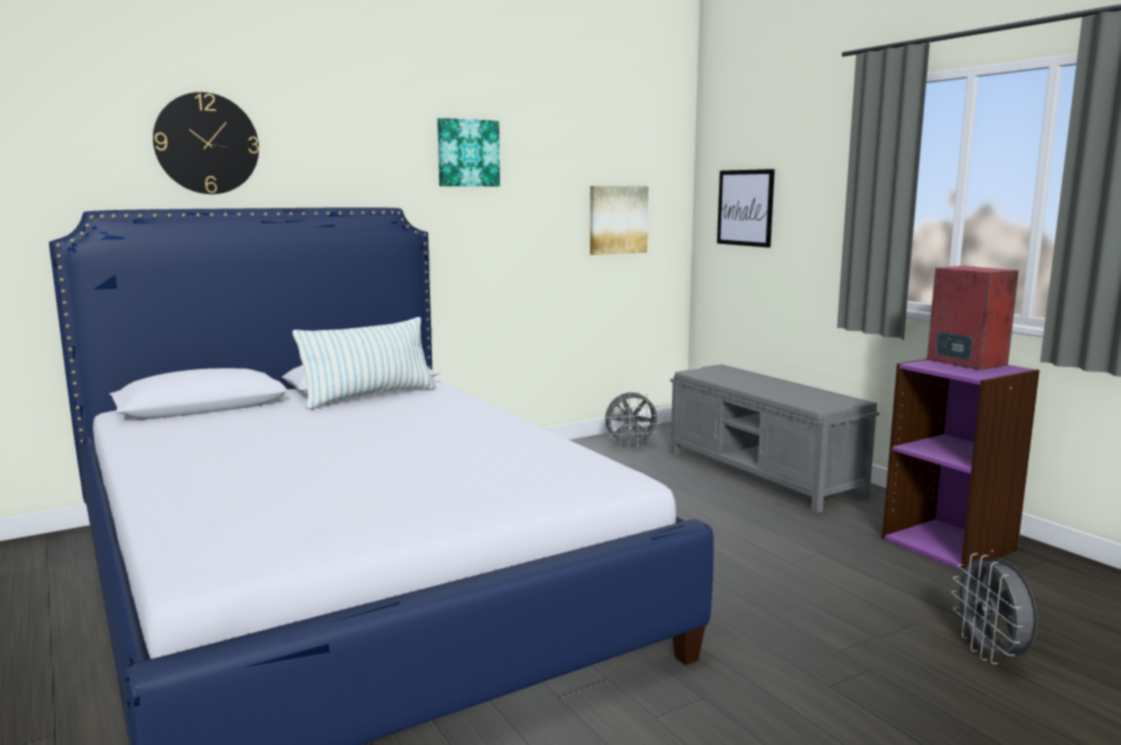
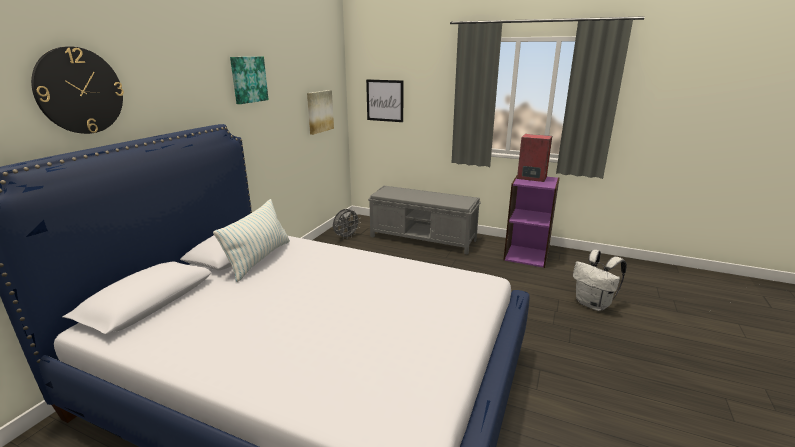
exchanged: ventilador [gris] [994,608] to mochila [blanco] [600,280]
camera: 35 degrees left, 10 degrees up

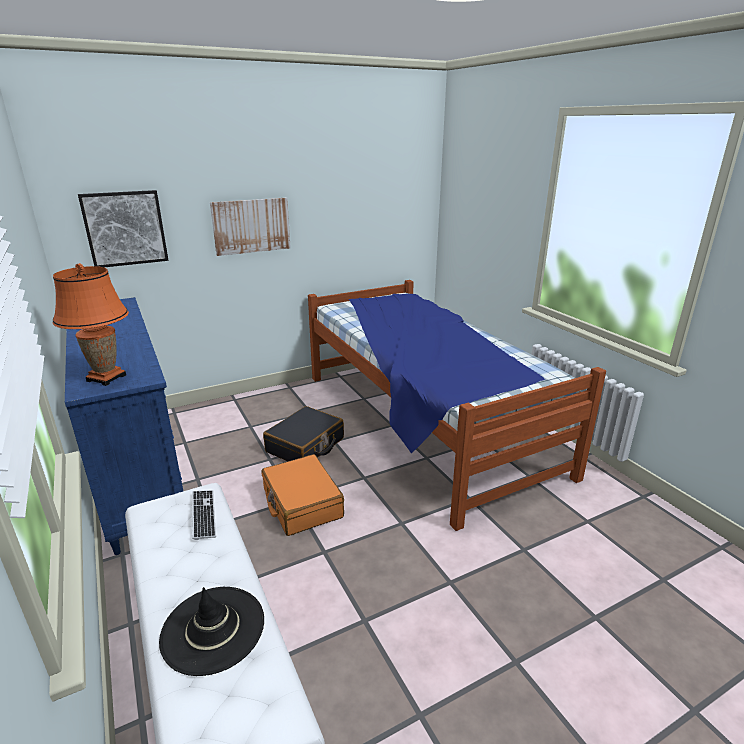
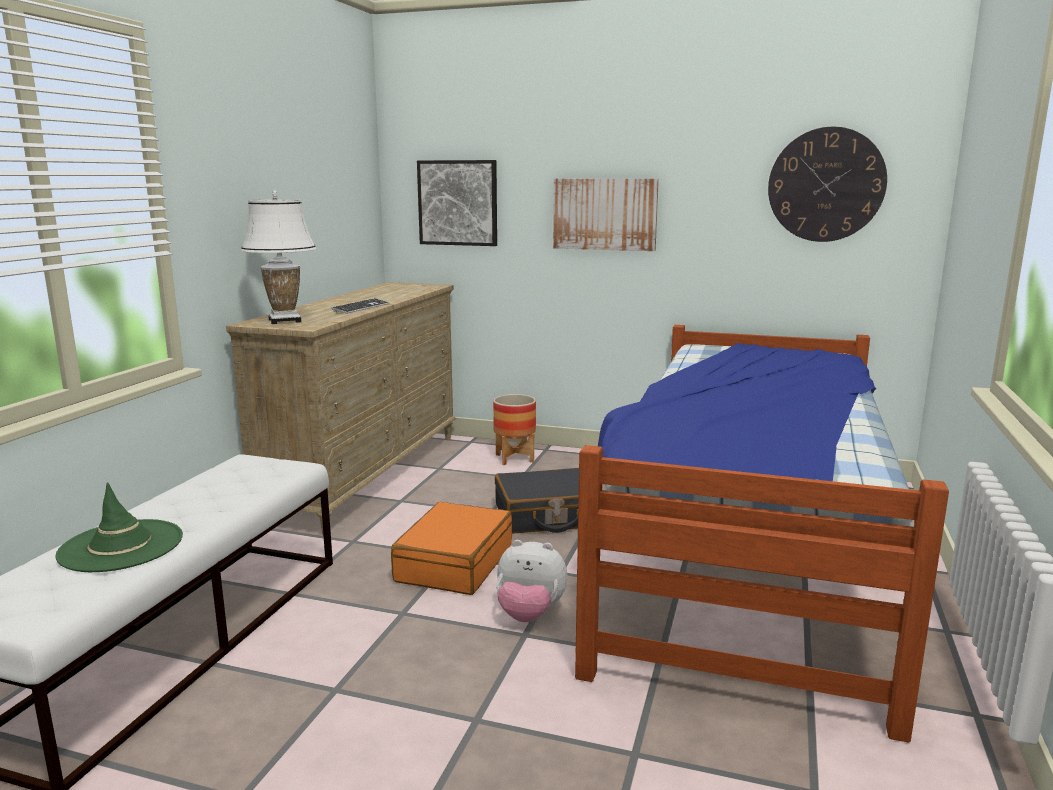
appeared: reloj de pared [827,184]; maceta [514,429]; peluche [531,581]
relocated: teclado [204,515] to [360,306]
colour: lámpara de mesa [naranja] [90,324] to lámpara de mesa [blanco] [278,257]; cómoda [azul] [124,426] to cómoda [beis] [341,408]; sombrero [negro] [211,631] to sombrero [verde] [119,527]
camera: 45 degrees right, 10 degrees down

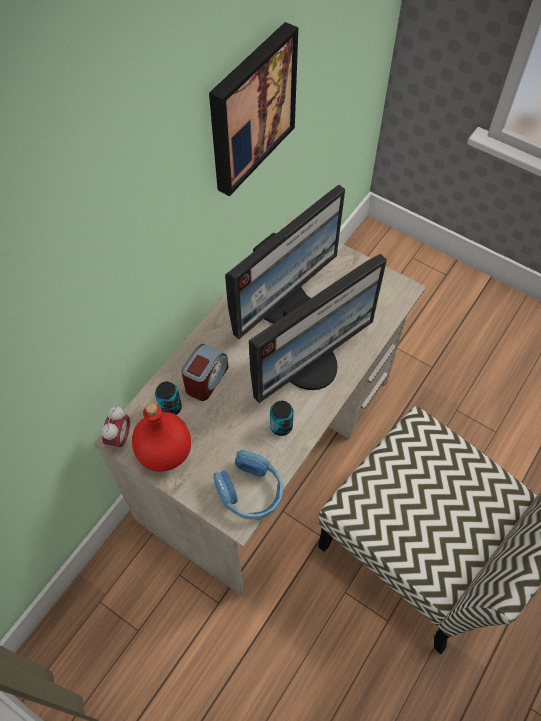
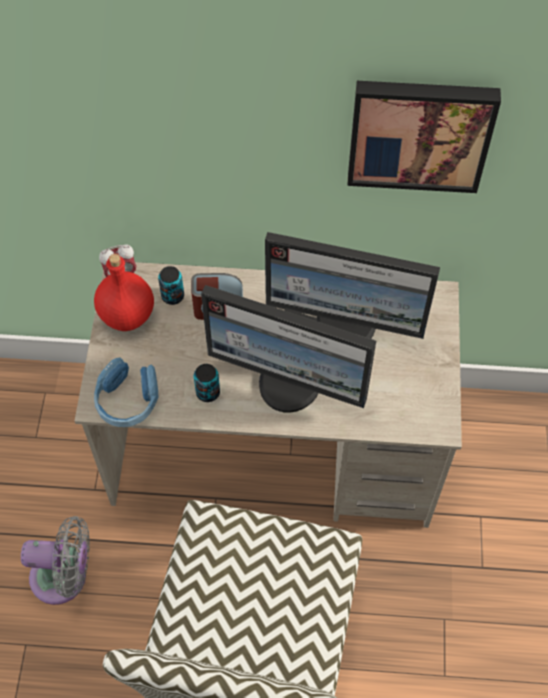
appeared: ventilador [gris] [55,560]
camera: 60 degrees right, 0 degrees up

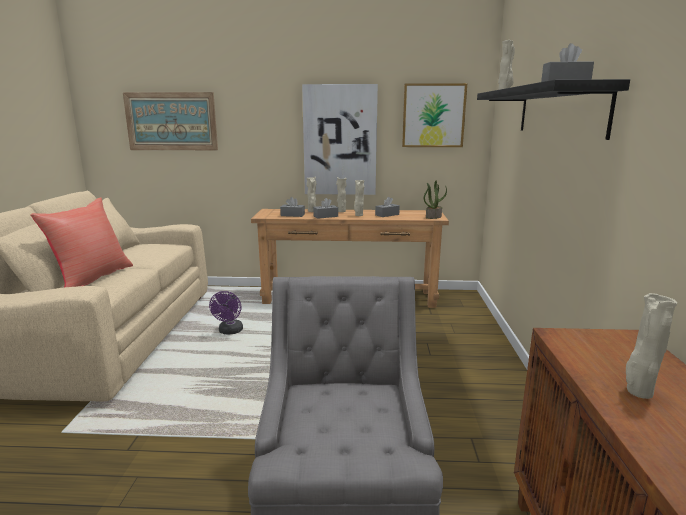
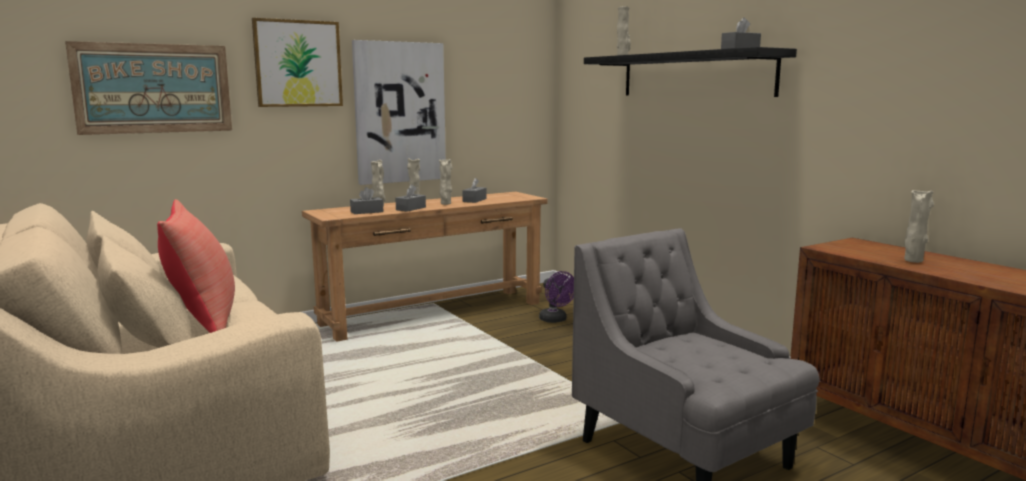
missing: planta en maceta [435,200]
relocated: cuadro [434,115] to [297,62]; ventilador [morado] [226,312] to [556,297]
camera: 35 degrees left, 5 degrees down

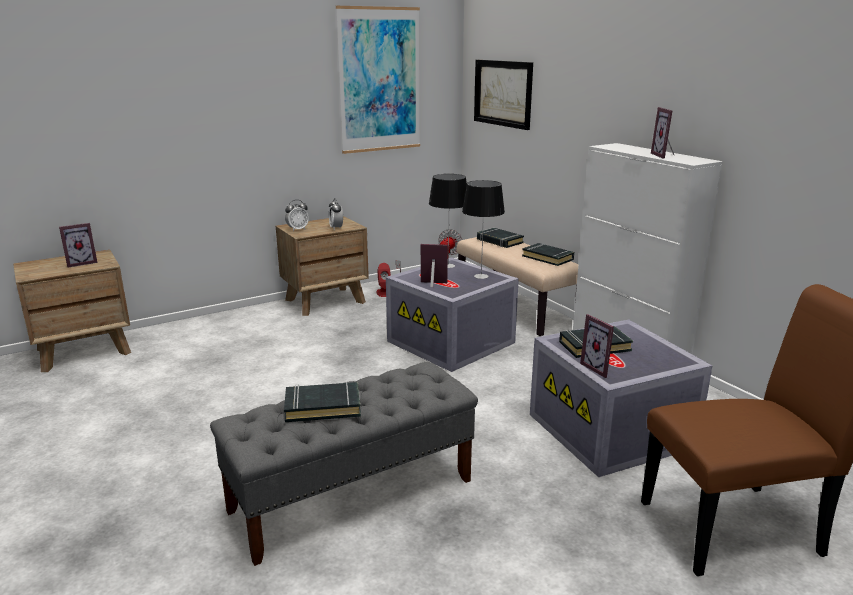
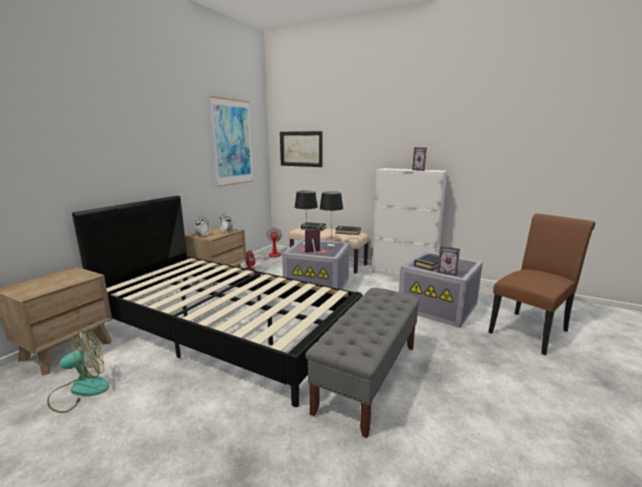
missing: portarretratos [78,245]; libro [negro] [322,401]
appeared: cama [negro] [217,301]; ventilador [78,371]
camera: 30 degrees left, 5 degrees down

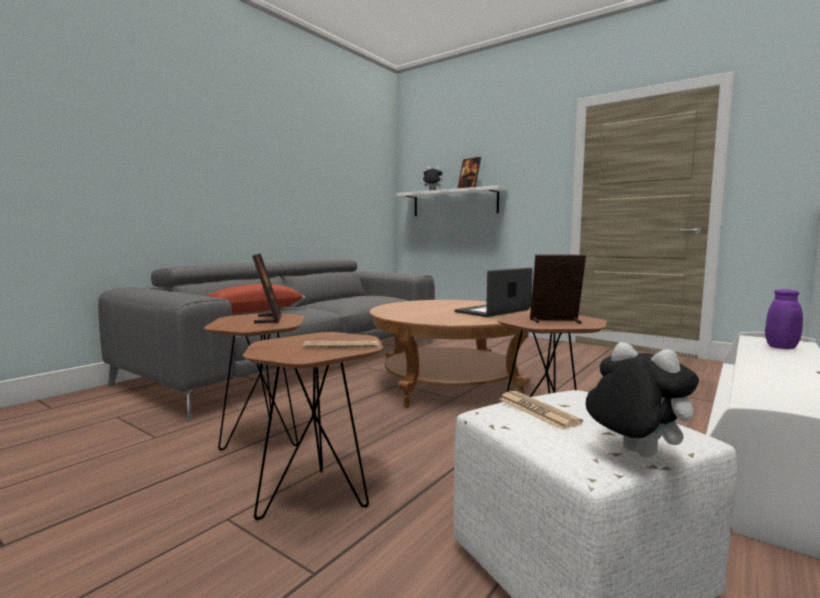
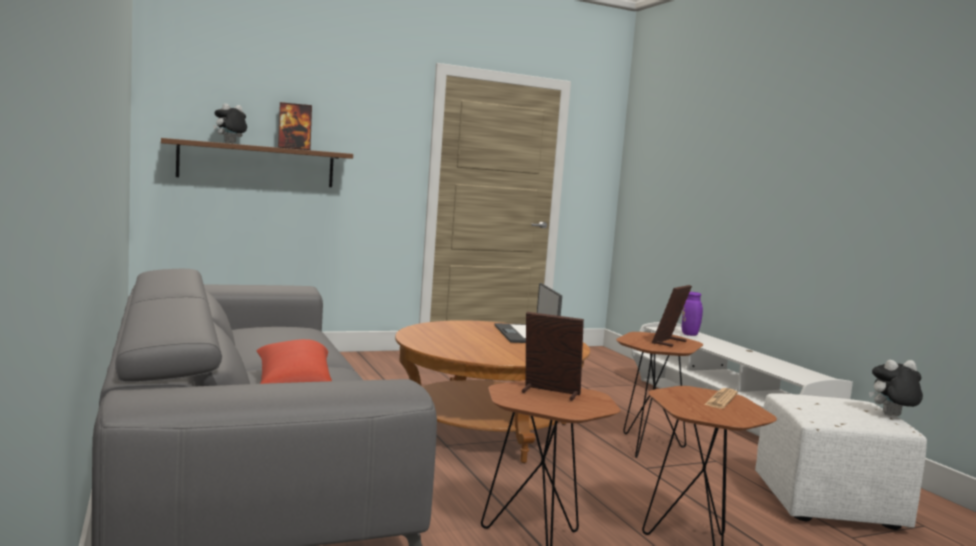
missing: periódico [541,410]
colour: estante [blanco] [452,200] to estante [marrón] [257,162]
camera: 60 degrees left, 0 degrees up

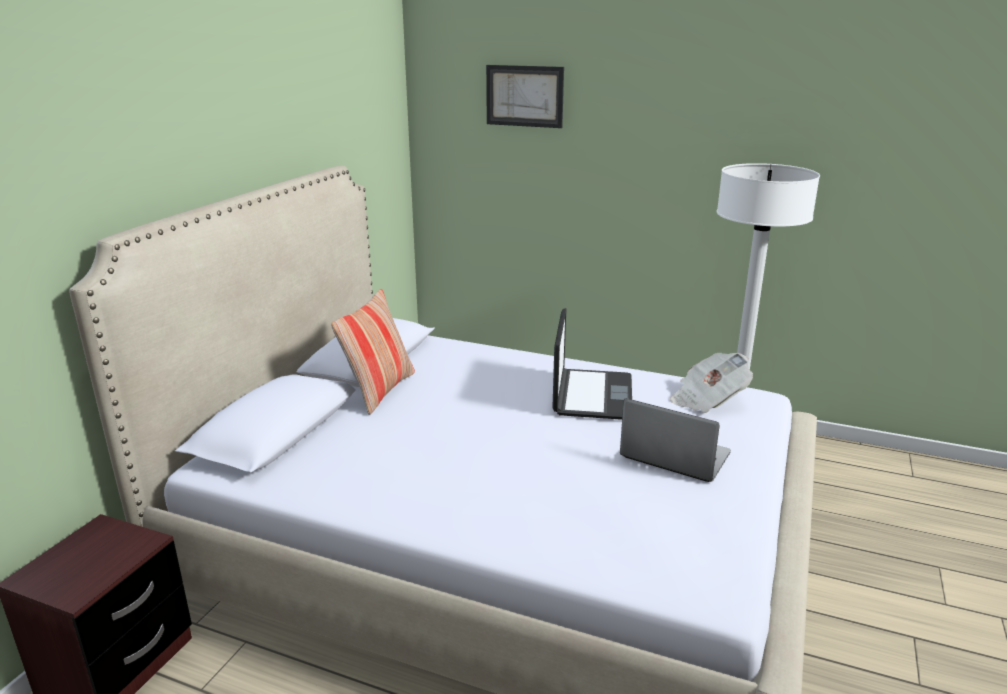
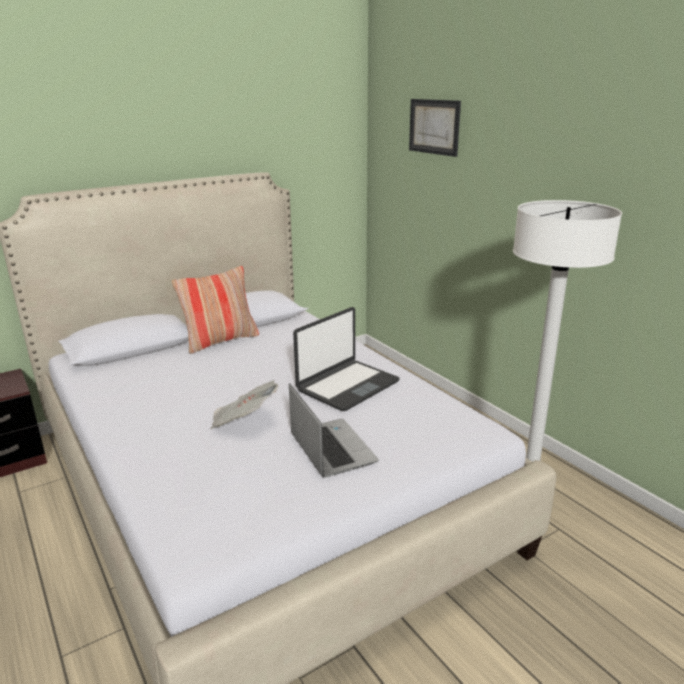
relocated: periódico [711,383] to [244,404]
camera: 35 degrees right, 0 degrees up

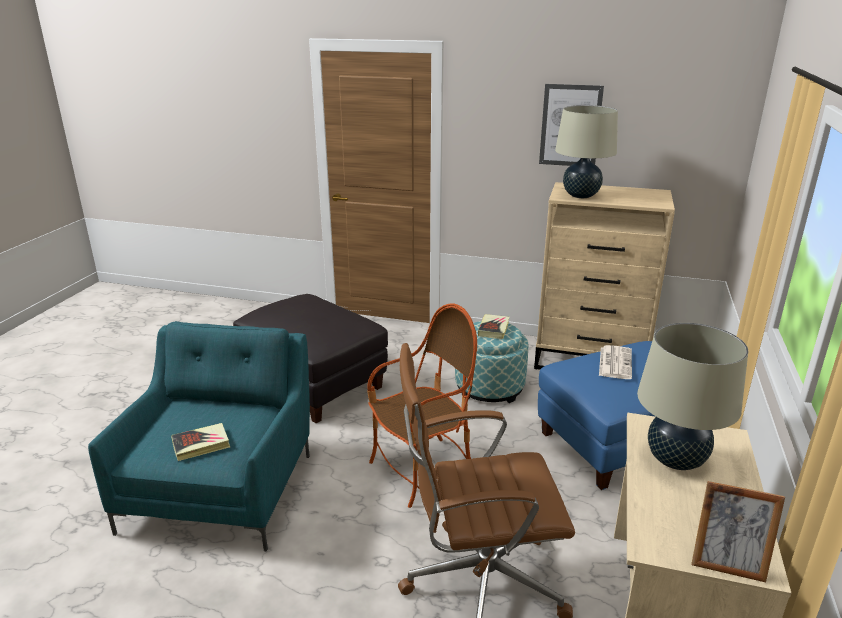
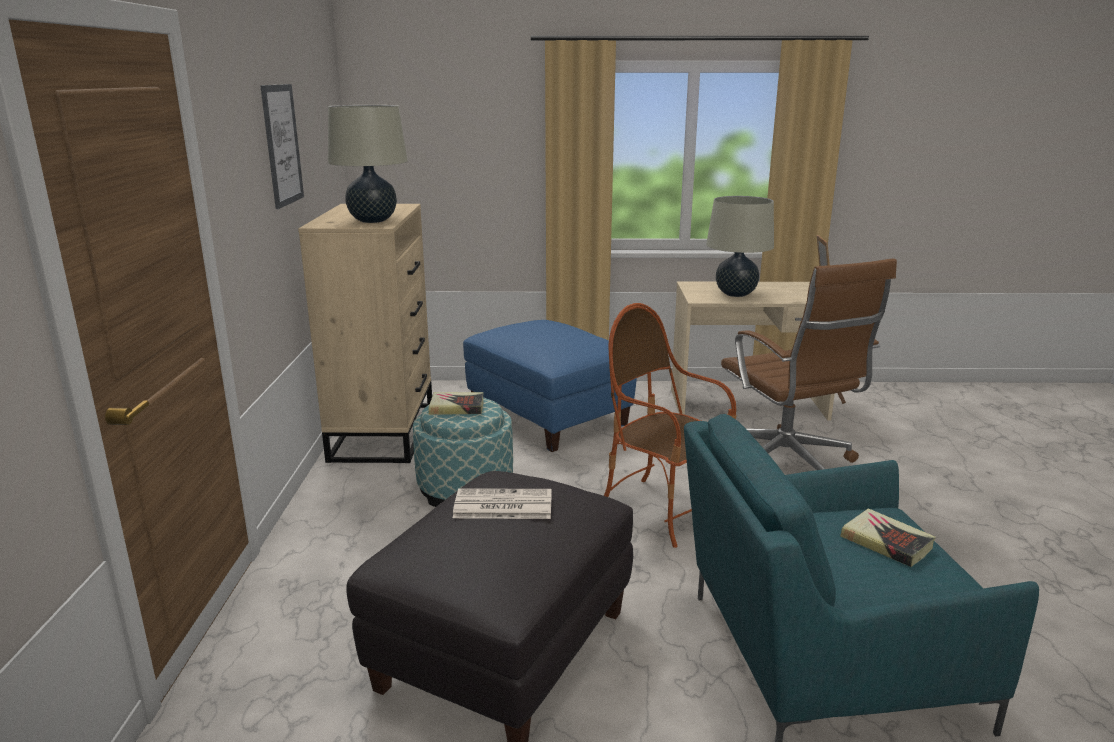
relocated: periódico [615,362] to [502,503]
camera: 105 degrees left, 5 degrees down

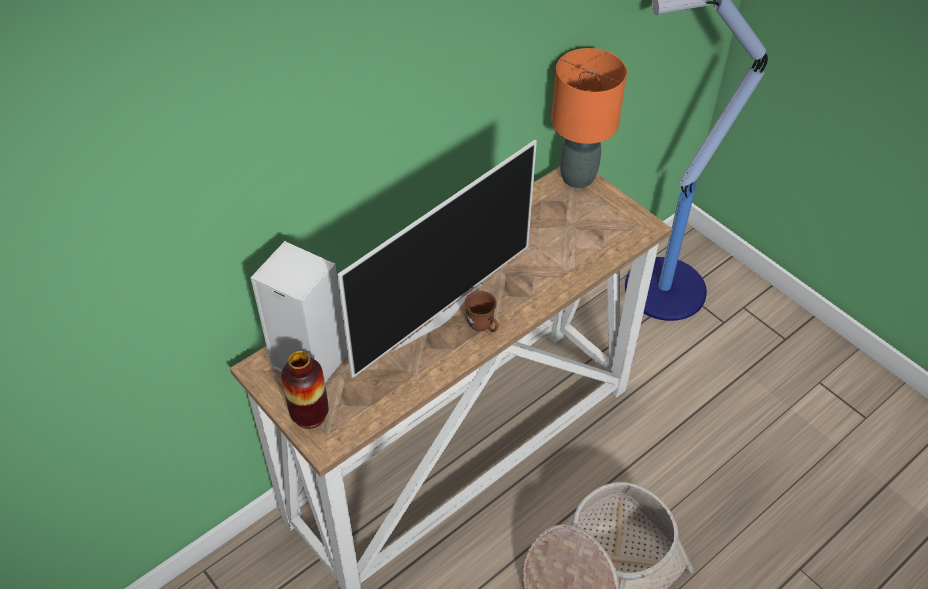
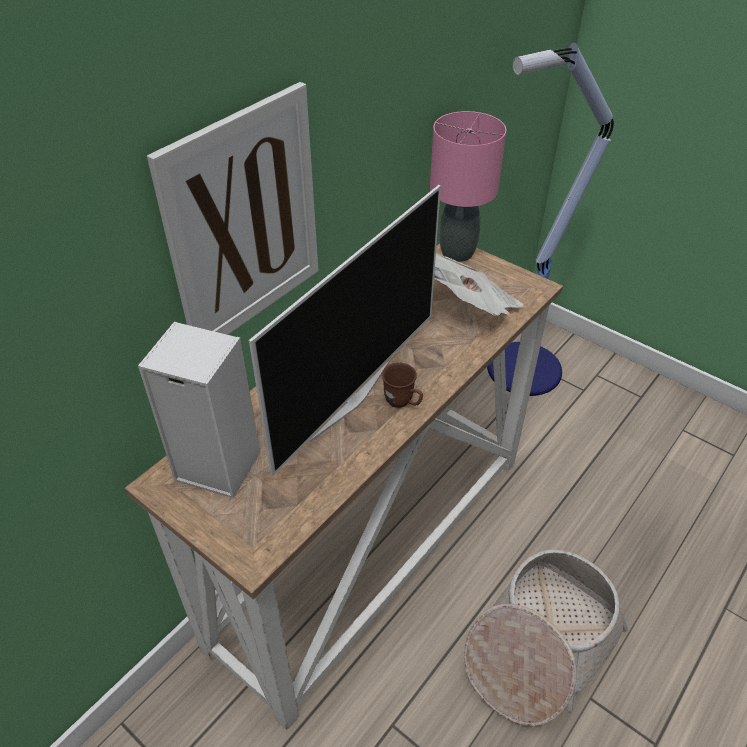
missing: florero [305,390]
appeared: cuadro [232,208]; periódico [479,284]
colour: lámpara de mesa [naranja] [589,118] to lámpara de mesa [rosa] [468,186]
camera: 10 degrees left, 5 degrees down

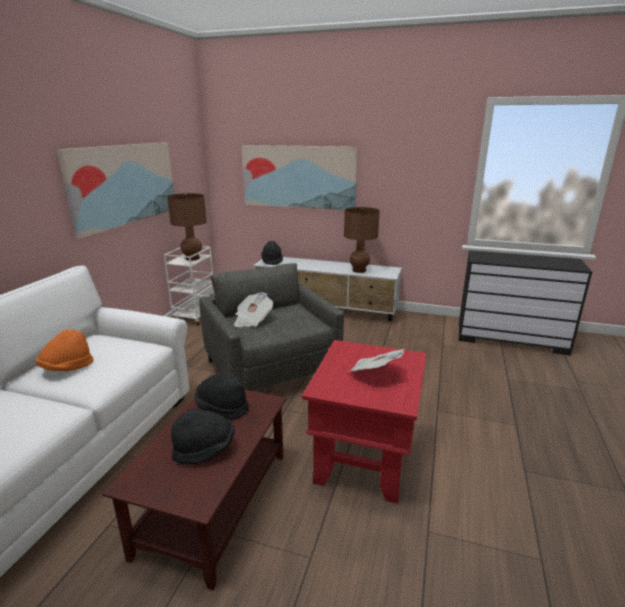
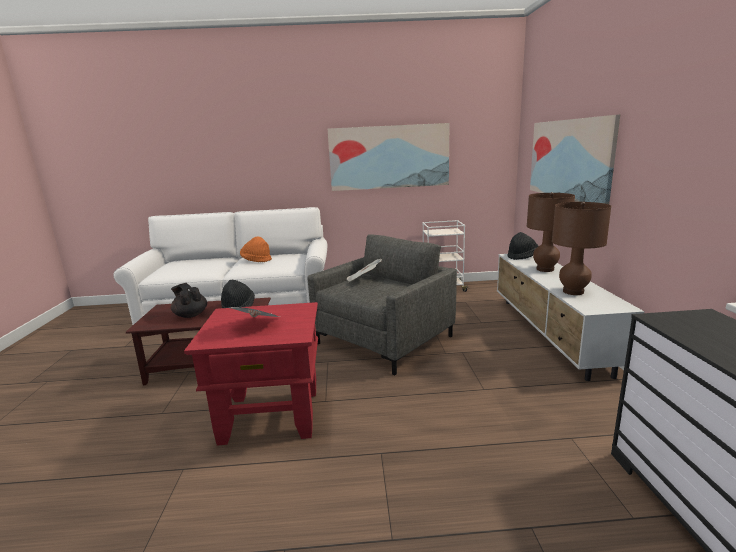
relocated: lámpara de mesa [marrón] [187,226] to [551,232]
exchanged: sombrero [negro] [202,436] to tetera [negro] [189,300]
camera: 70 degrees right, 5 degrees down

